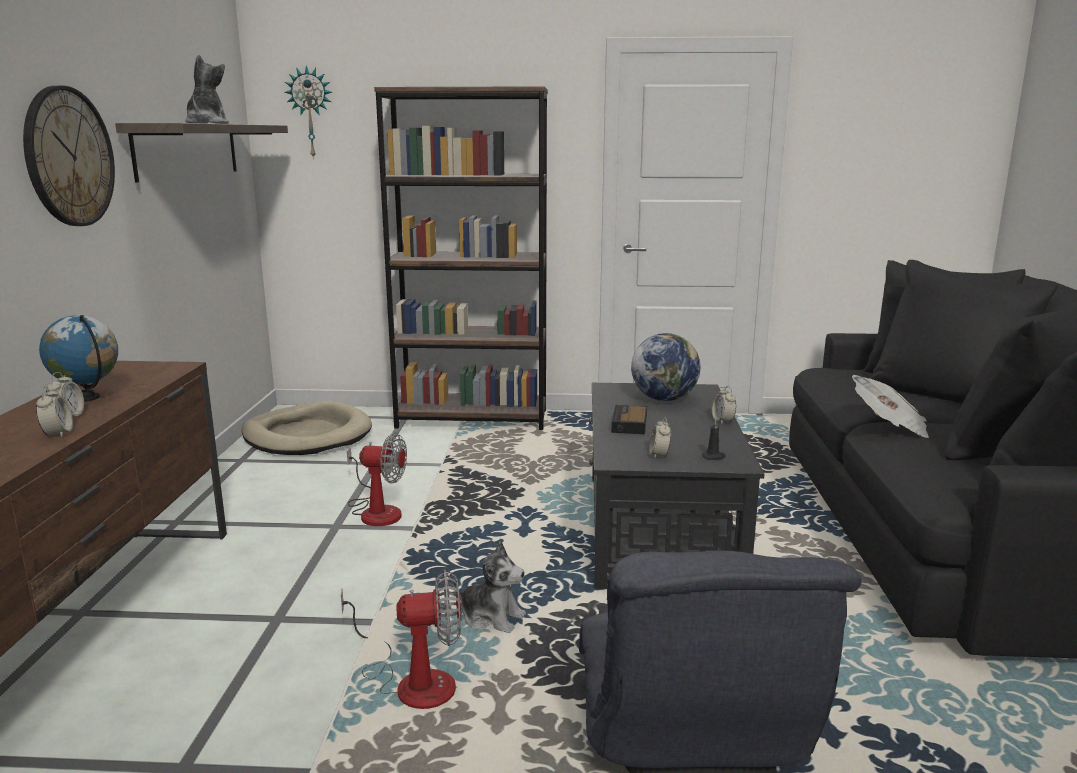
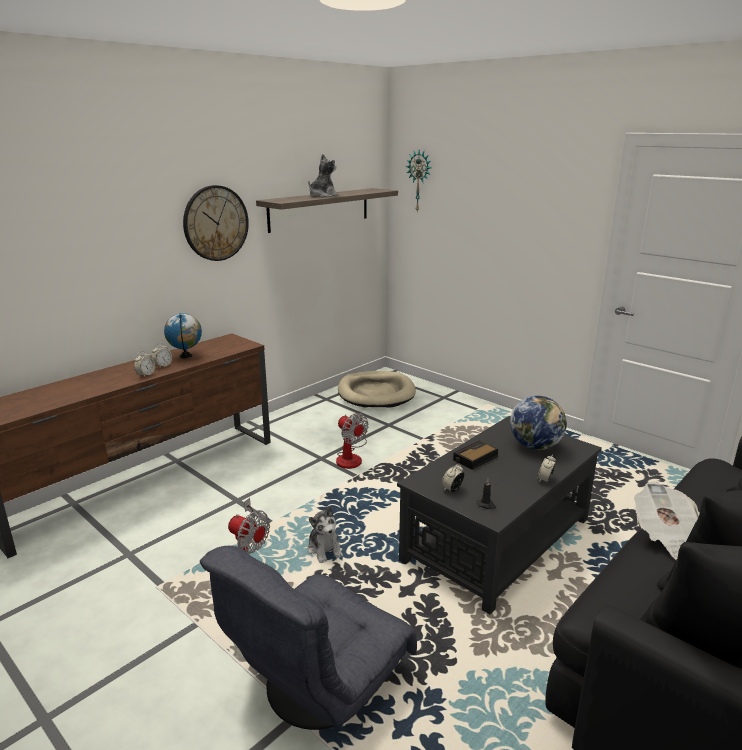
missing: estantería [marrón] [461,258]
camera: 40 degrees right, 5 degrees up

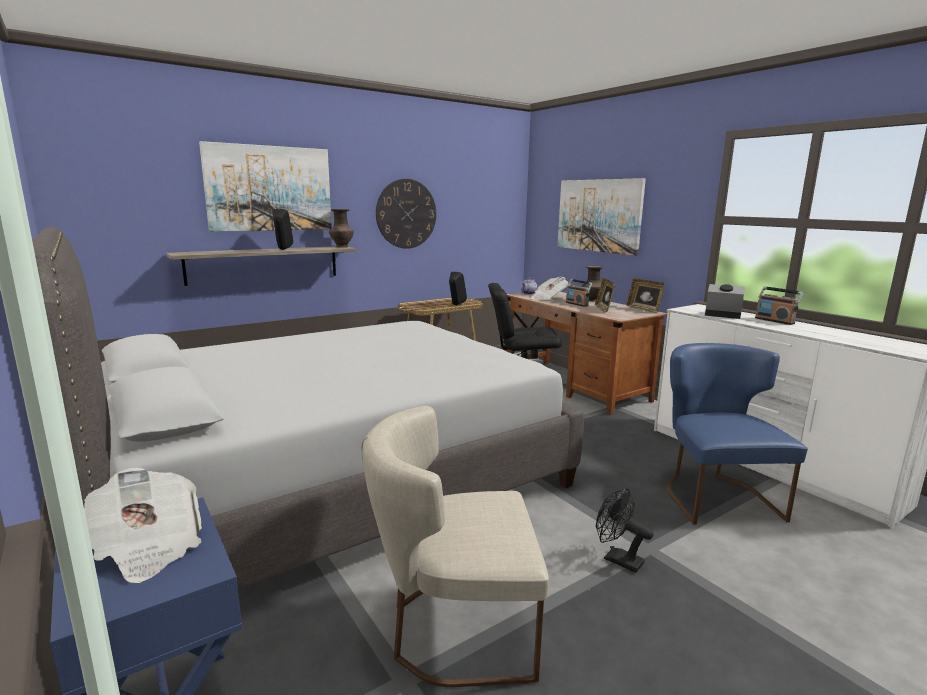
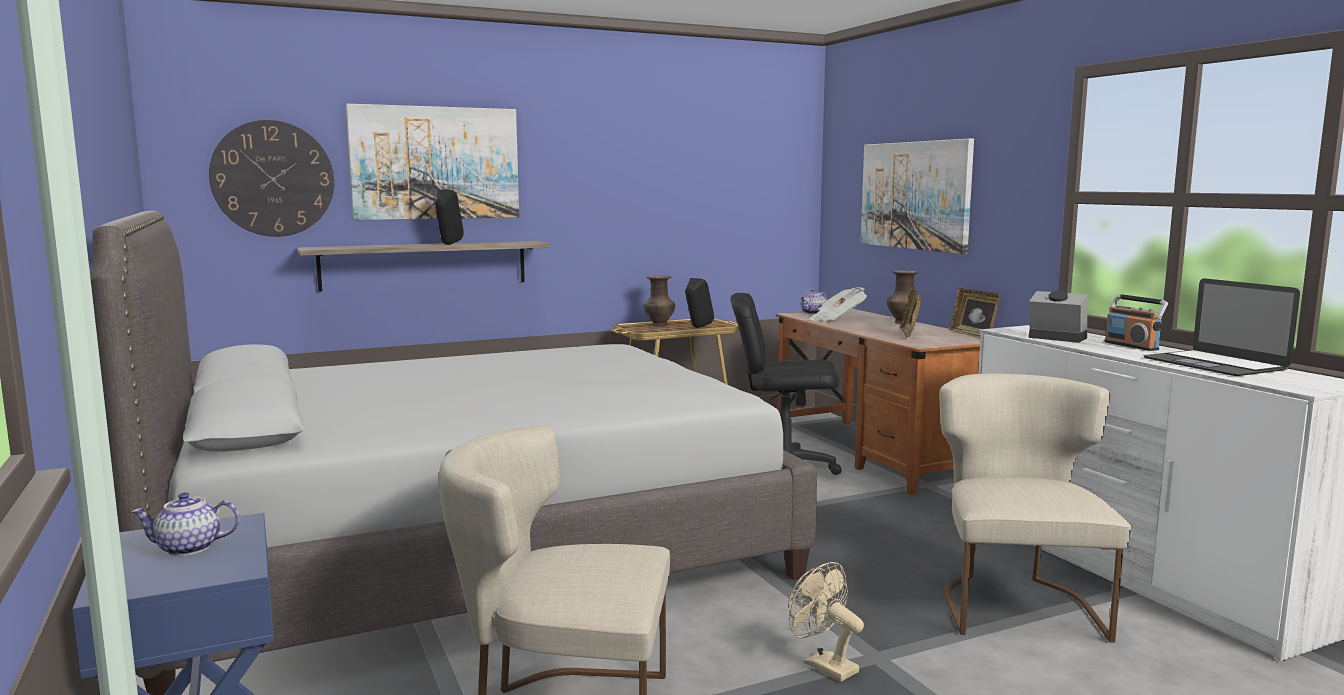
missing: radio [579,293]
appeared: portátil [1221,327]
relocated: reloj de pared [406,214] to [271,178]; florero [marrón] [341,228] to [659,301]
exchanged: periódico [143,525] to tetera [185,524]
colour: silla [azul] [737,434] to silla [beis] [1035,508]; ventilador [negro] [624,530] to ventilador [beis] [826,621]
camera: 10 degrees right, 5 degrees down

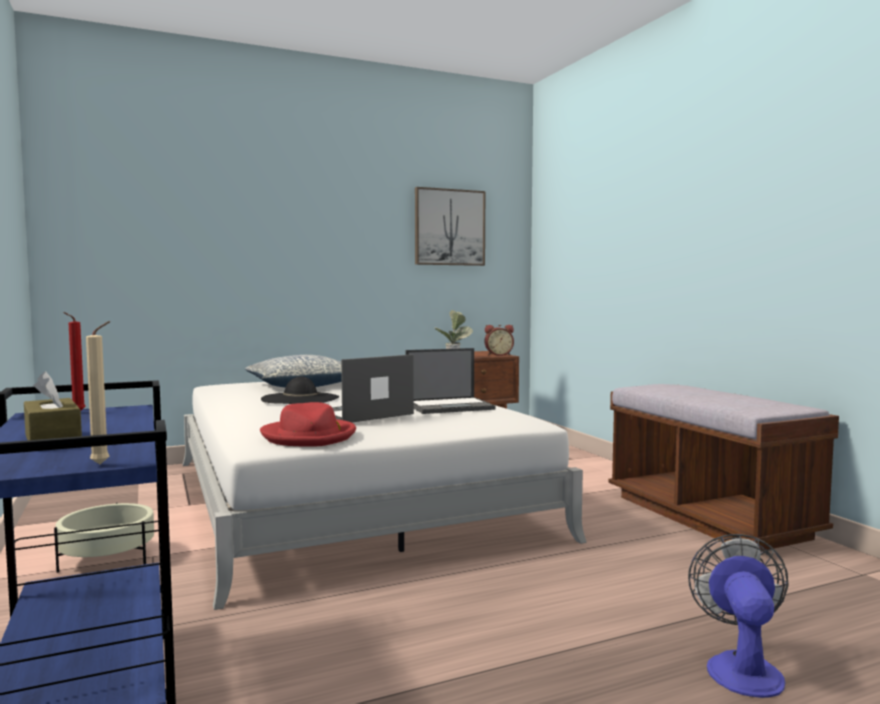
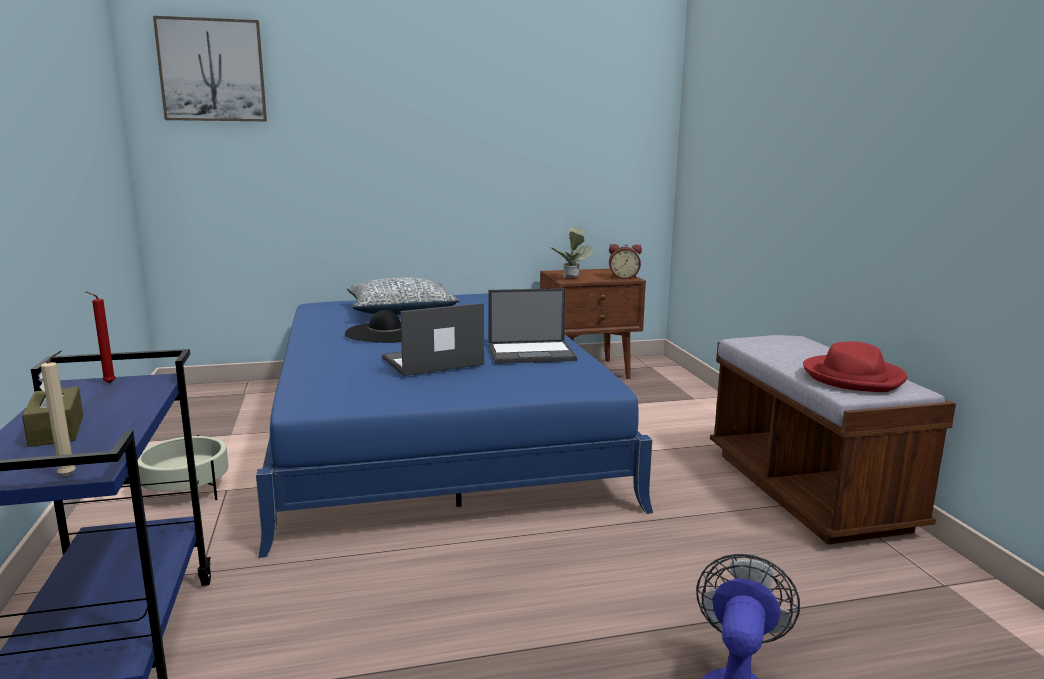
relocated: cuadro [450,226] to [210,68]; sombrero [rojo] [308,424] to [855,366]
colour: cama [blanco] [385,496] to cama [azul] [455,425]
camera: 10 degrees right, 10 degrees up

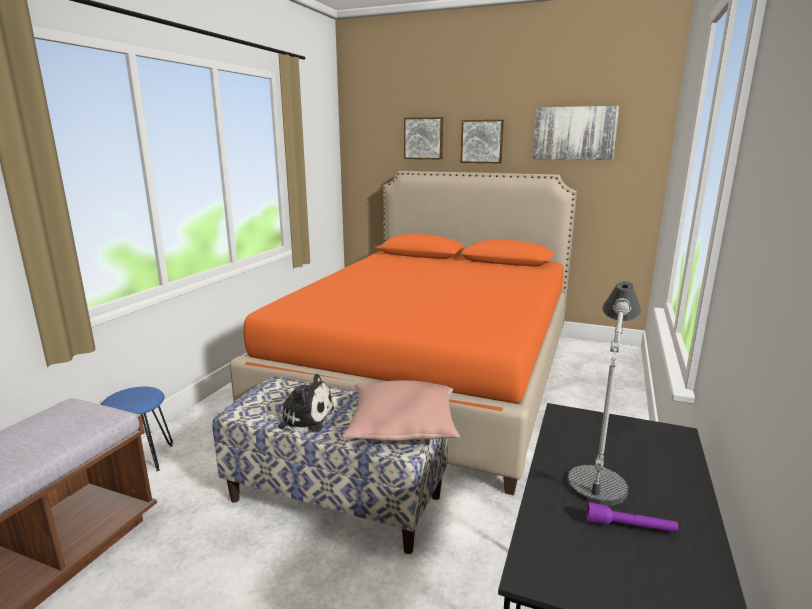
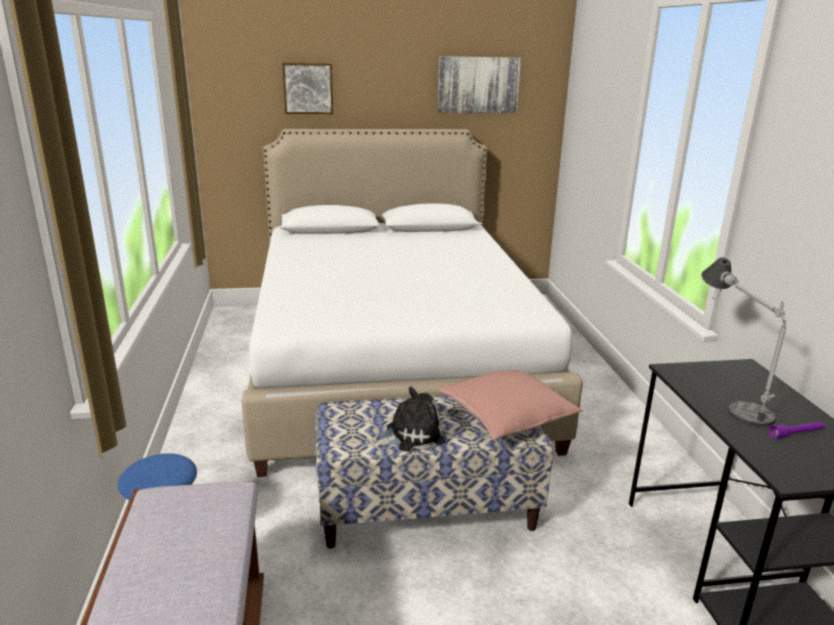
missing: cuadro [482,142]
colour: cama [naranja] [403,333] to cama [blanco] [412,303]
camera: 30 degrees left, 5 degrees up

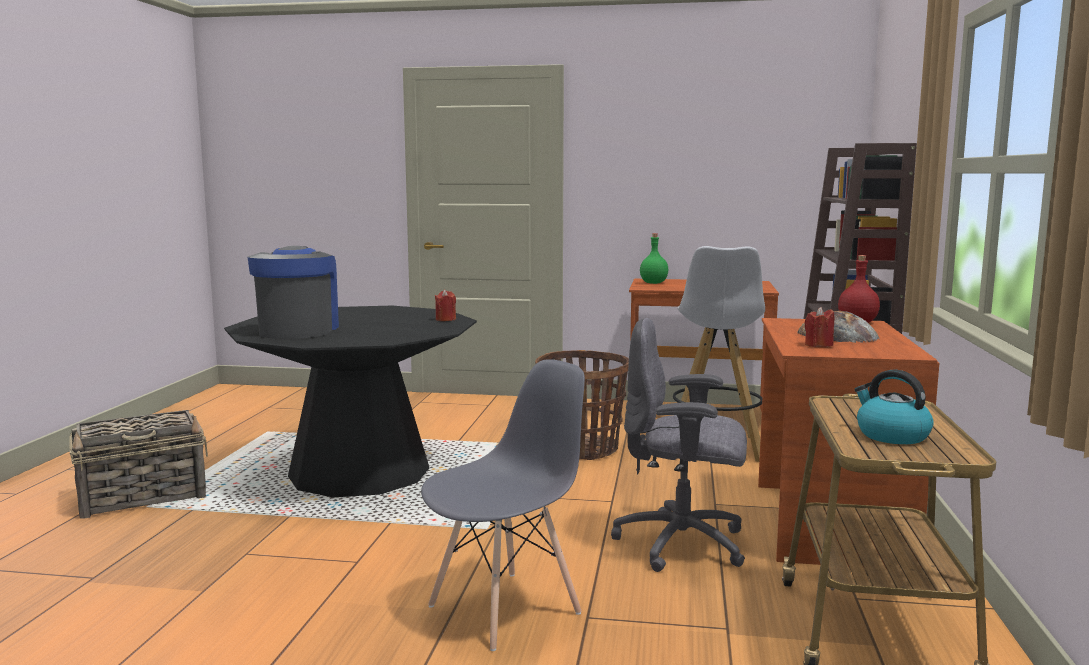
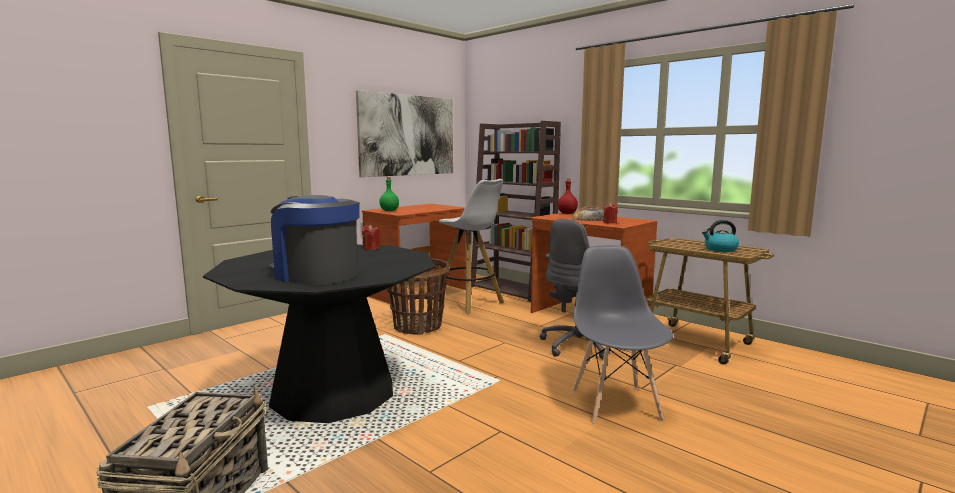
appeared: cuadro [404,133]
camera: 55 degrees left, 0 degrees up

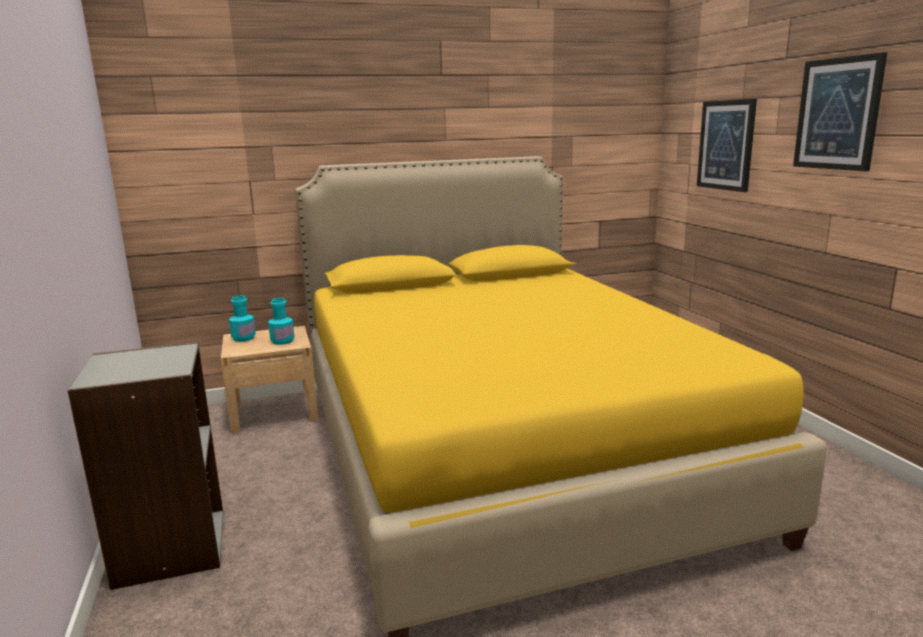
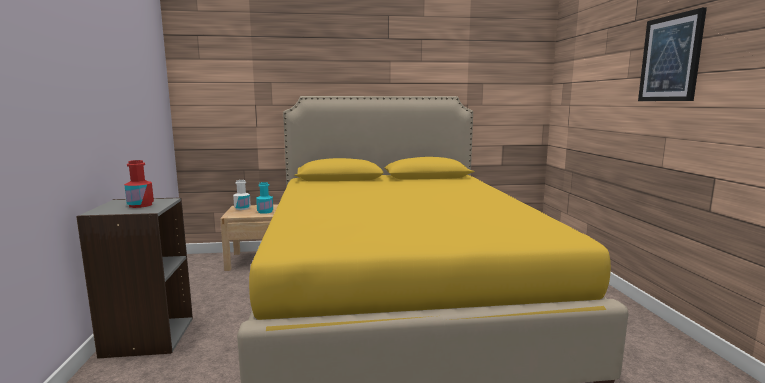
missing: cuadro [727,145]
appeared: botella [rojo] [139,184]
colour: botella [turquesa] [242,318] to botella [blanco] [242,195]
camera: 10 degrees right, 5 degrees down

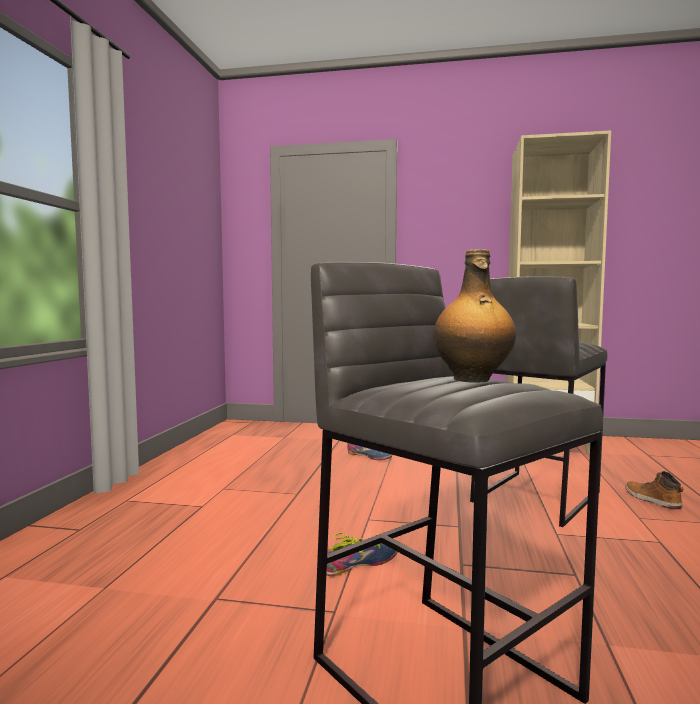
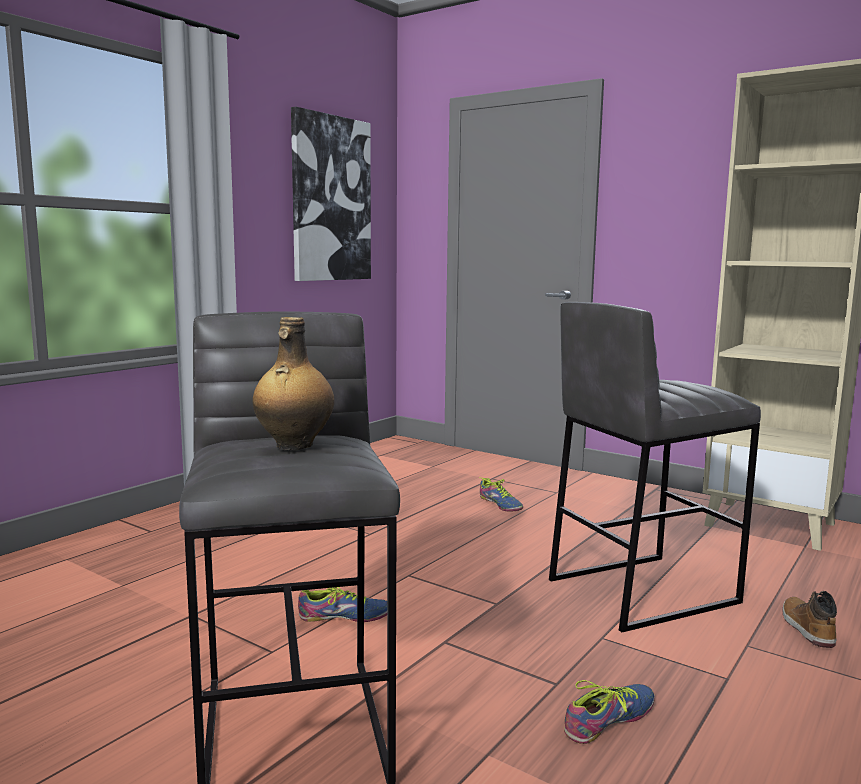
appeared: cuadro [331,194]; zapato [609,712]
camera: 25 degrees right, 5 degrees up

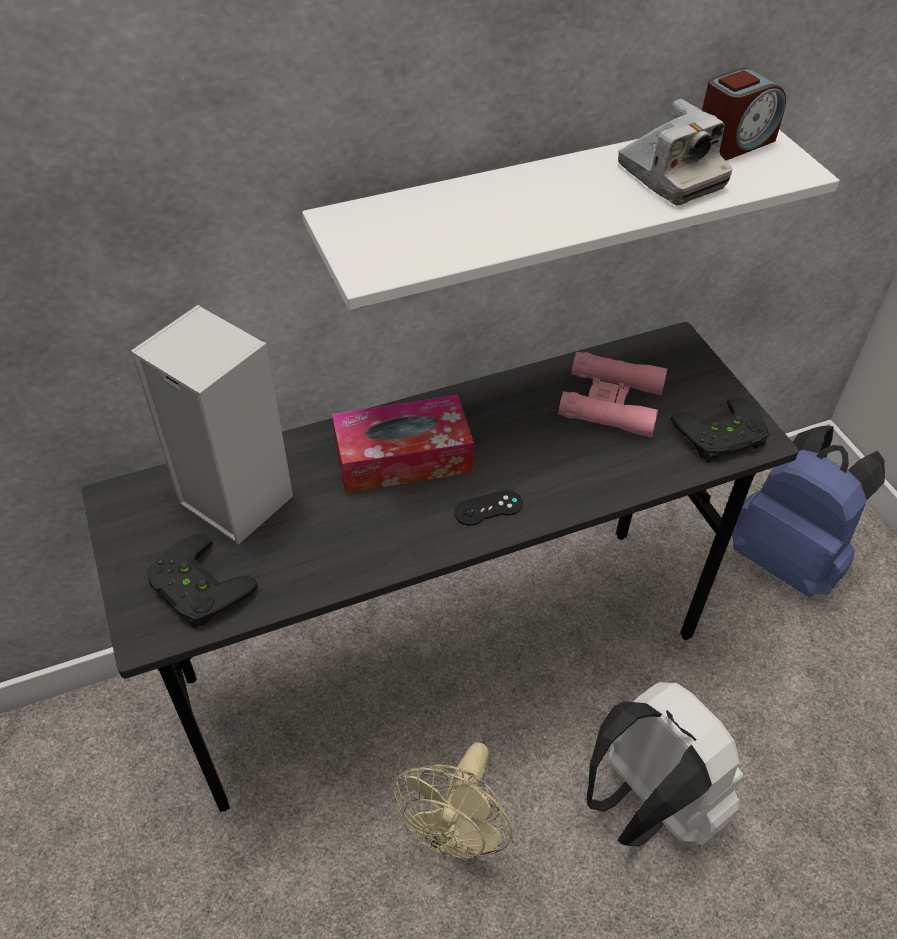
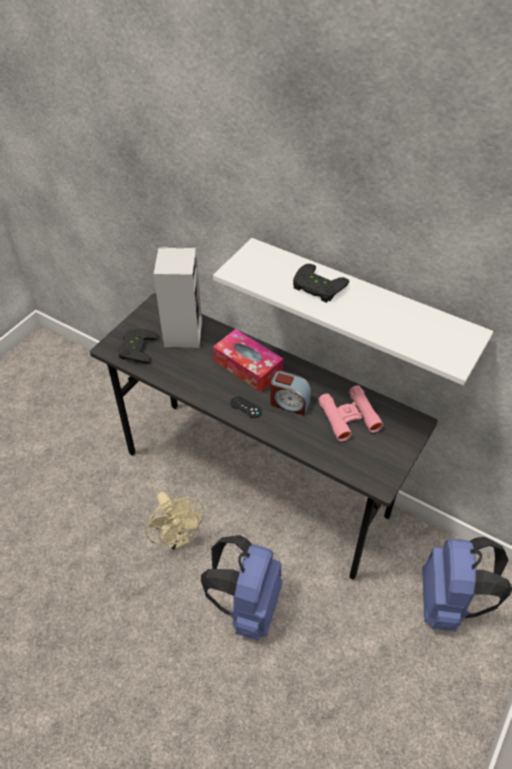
missing: cámara [675,152]
relocated: despertador [744,114] to [291,392]; mando de consola [negro] [720,429] to [321,283]
colour: mochila [blanco] [664,764] to mochila [azul] [241,587]
spun: ventilador [beis] [452,802] = [174,521] 105 degrees counterclockwise
camera: 55 degrees right, 0 degrees up

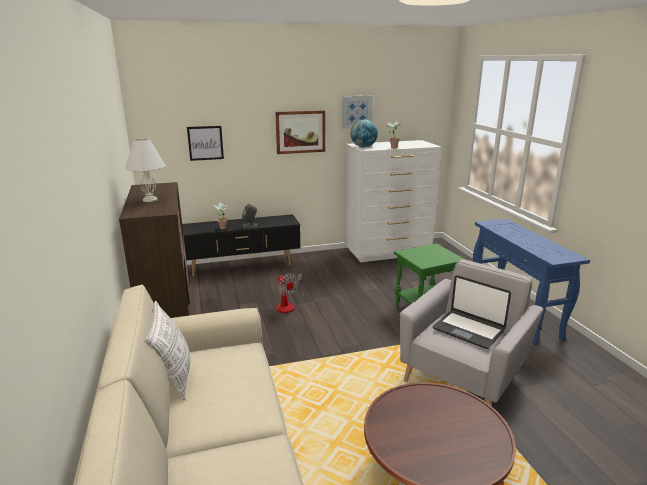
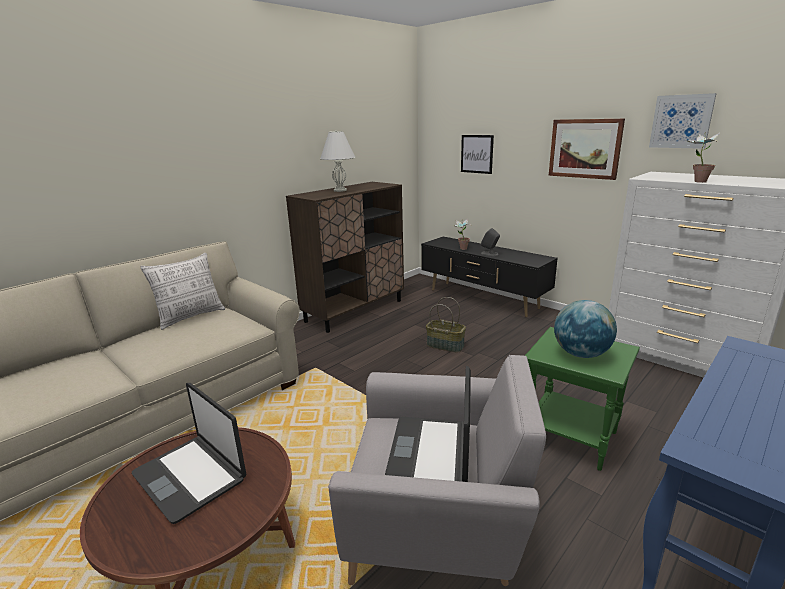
appeared: portátil [189,453]
relocated: globo terráqueo [364,133] to [585,329]
exchanged: ventilador [289,293] to cesta [446,325]
camera: 60 degrees right, 0 degrees up

